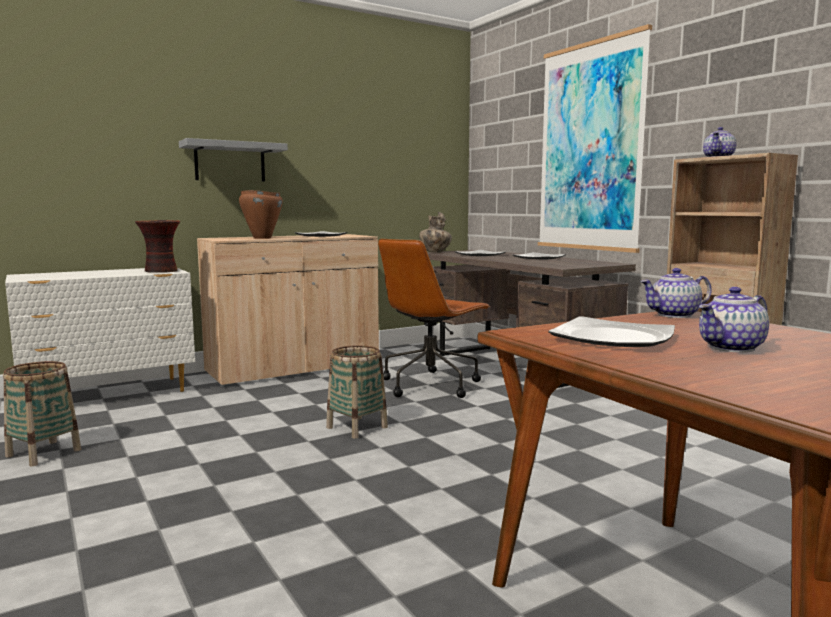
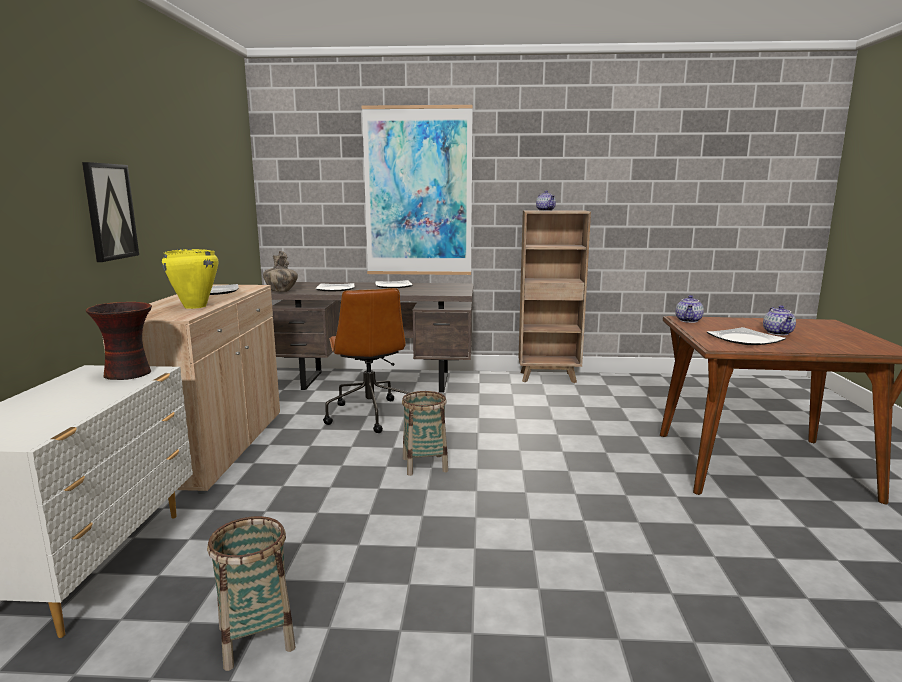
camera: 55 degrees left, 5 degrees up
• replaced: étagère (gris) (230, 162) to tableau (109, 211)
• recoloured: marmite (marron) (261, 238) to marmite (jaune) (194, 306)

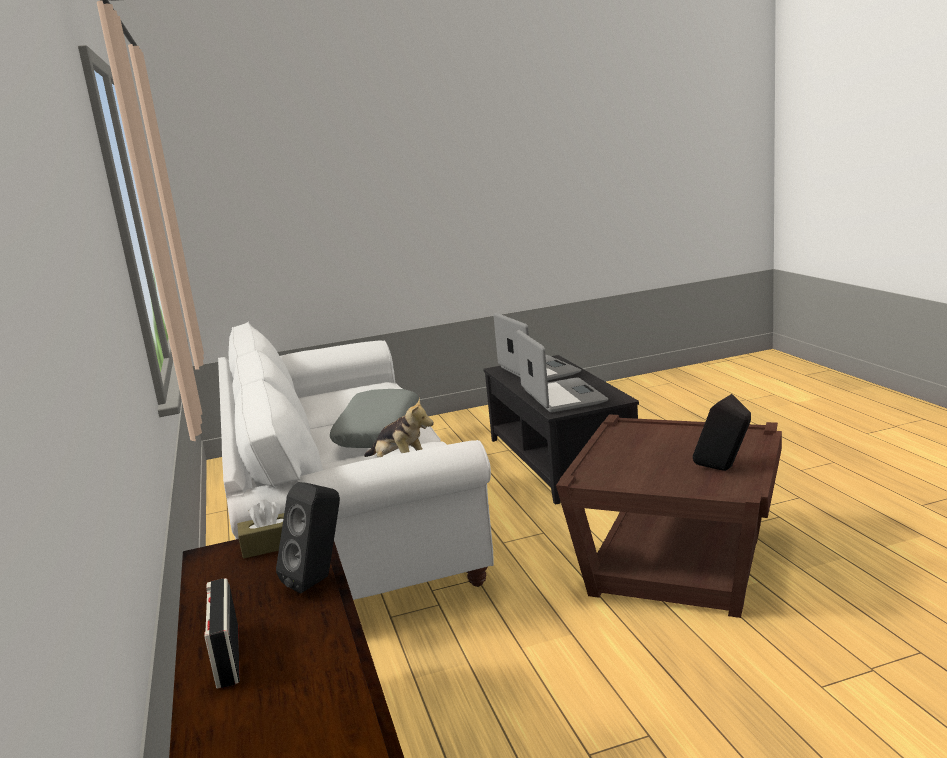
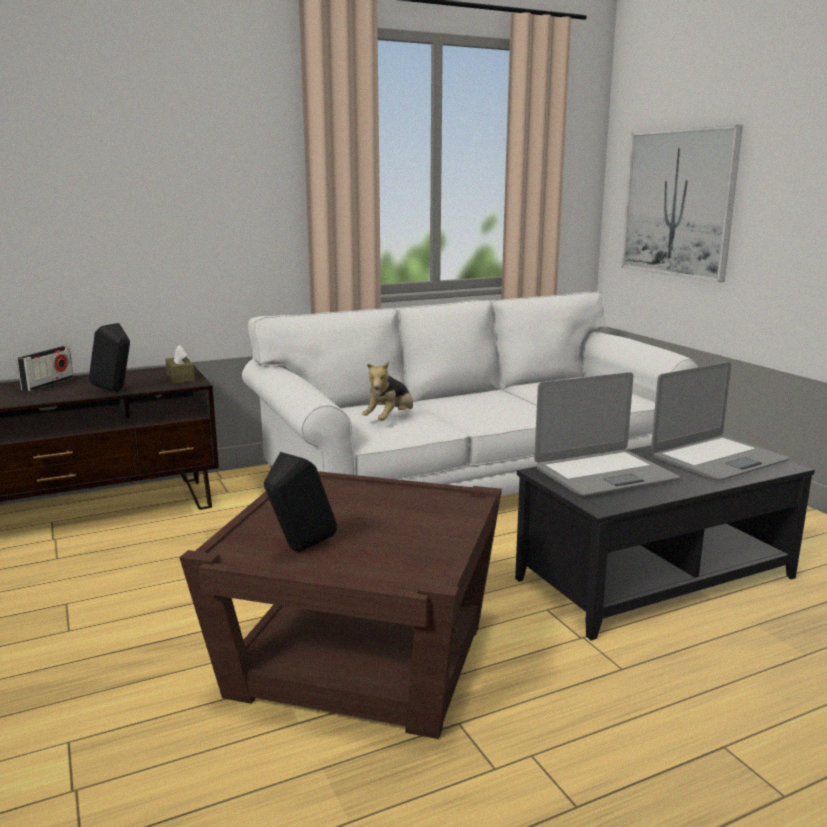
camera: 80 degrees right, 0 degrees up
• removed: coussin (gris) (378, 431)
• added: tableau (678, 203)
• turned: radio (227, 656) = (48, 384) 135 degrees clockwise

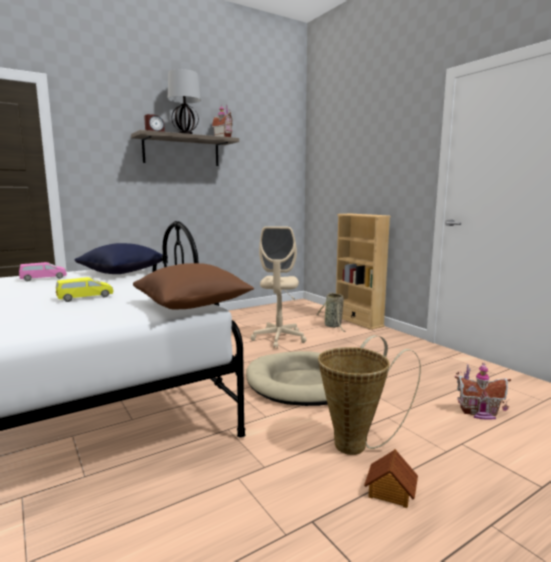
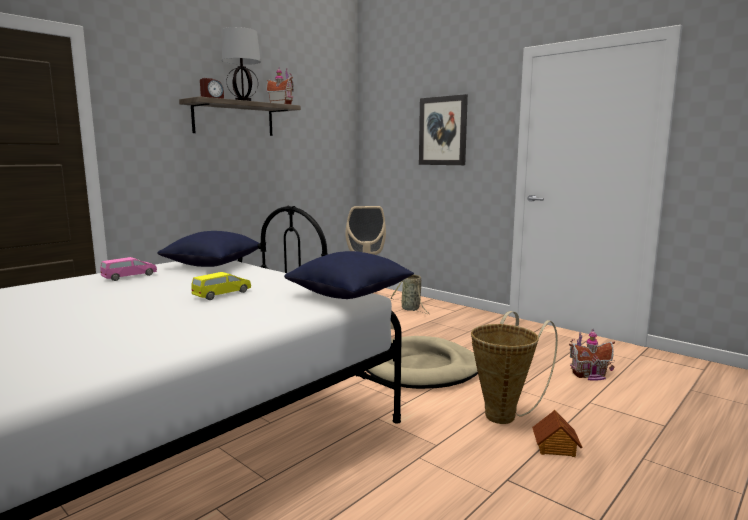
camera: 15 degrees left, 0 degrees up
• removed: bibliothèque (beige) (358, 321)
• added: tableau (443, 131)
• recoloured: coussin (marron) (192, 305) to coussin (bleu) (350, 294)

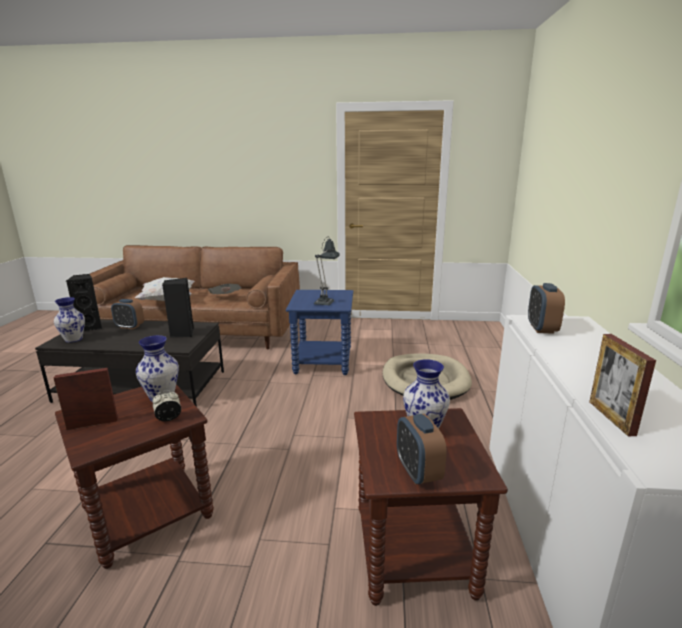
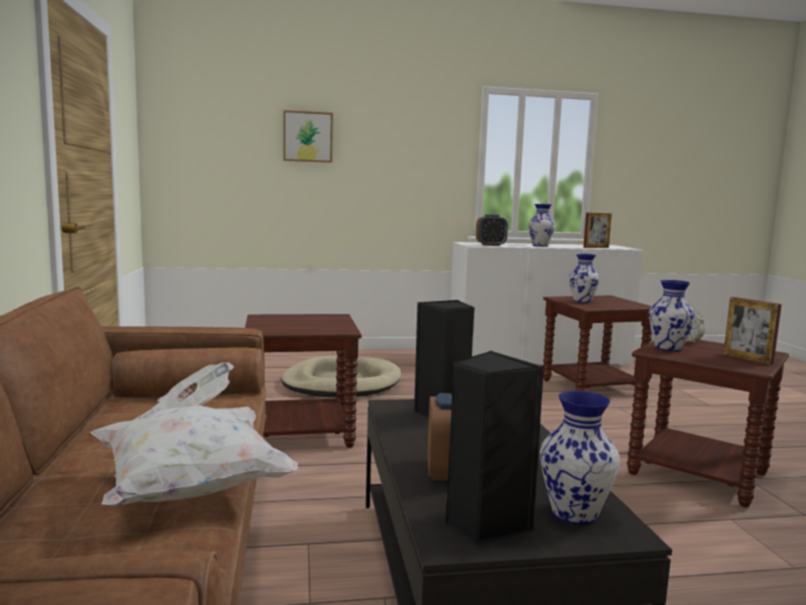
camera: 105 degrees left, 10 degrees down
• removed: lampe de table (325, 301)
• removed: réveil (418, 472)
• added: tableau (308, 137)
• added: vase (540, 246)
• recoloured: table d'appoint (bleu) (323, 362) to table d'appoint (marron) (301, 433)

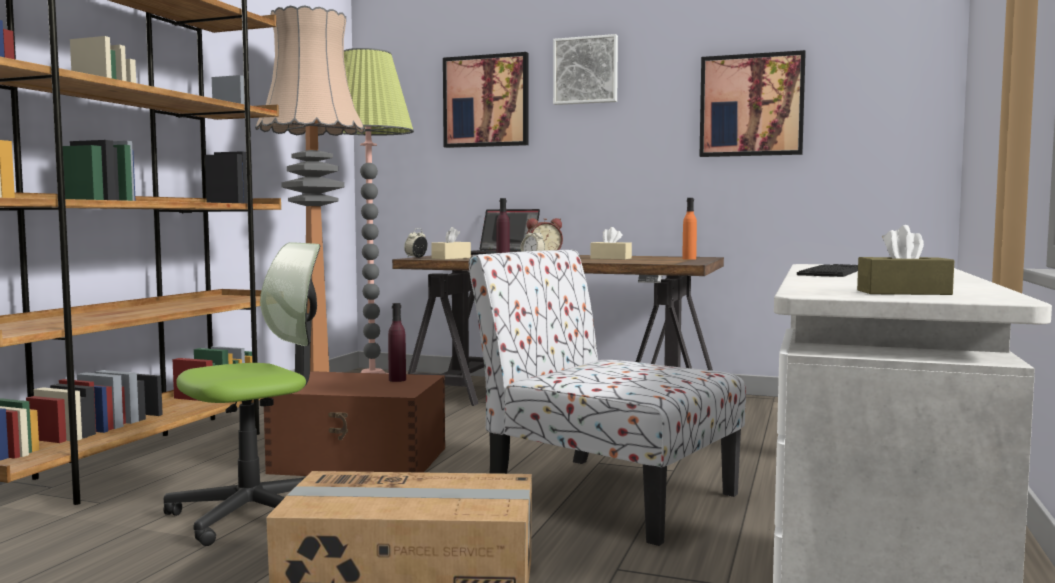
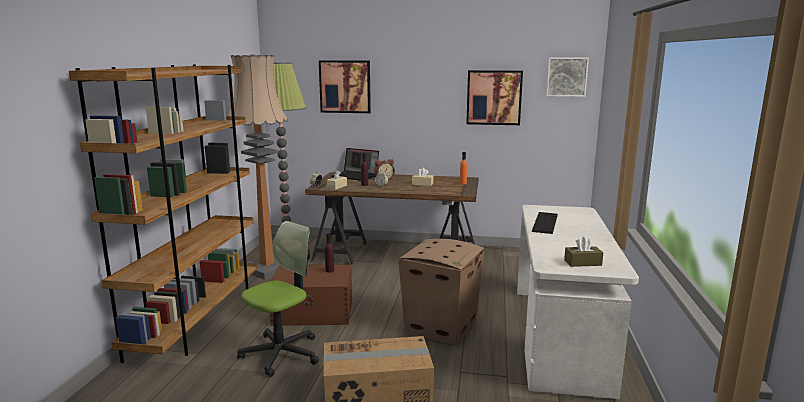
camera: 10 degrees left, 10 degrees up
• moved: tableau (586, 70) to (566, 77)
• replaced: chaise (606, 495) to carton (441, 327)

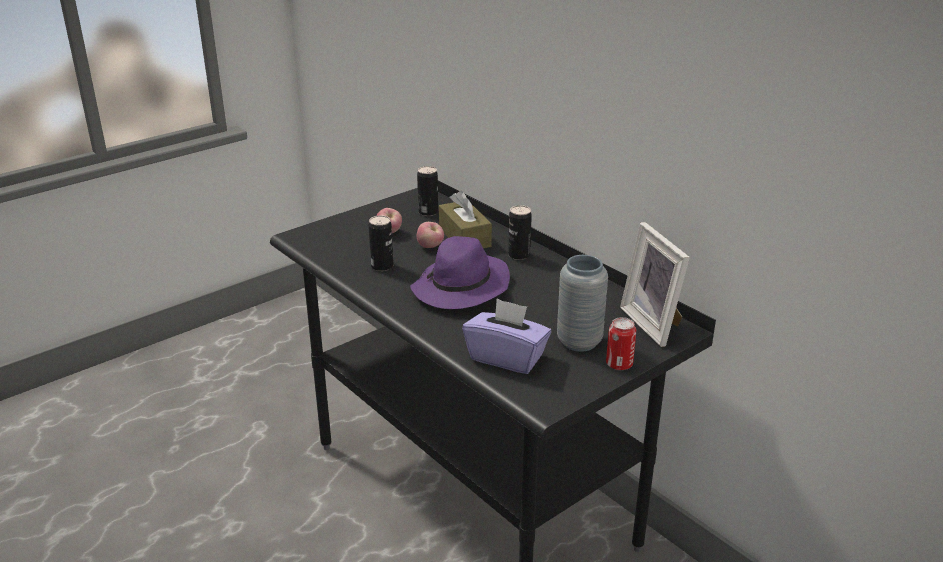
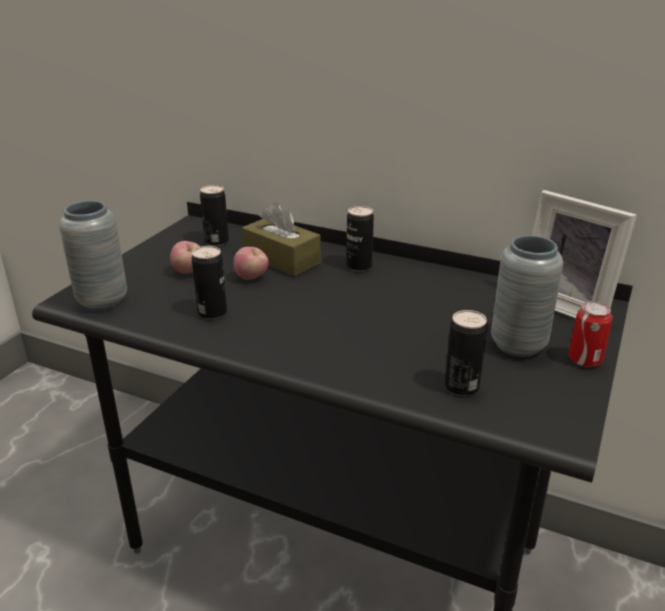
camera: 25 degrees left, 0 degrees up
• removed: chapeau (violet) (461, 289)
• added: vase (gris) (102, 301)
• replaced: boîte à mouchoirs (violet) (507, 357) to boîte métallique (461, 386)

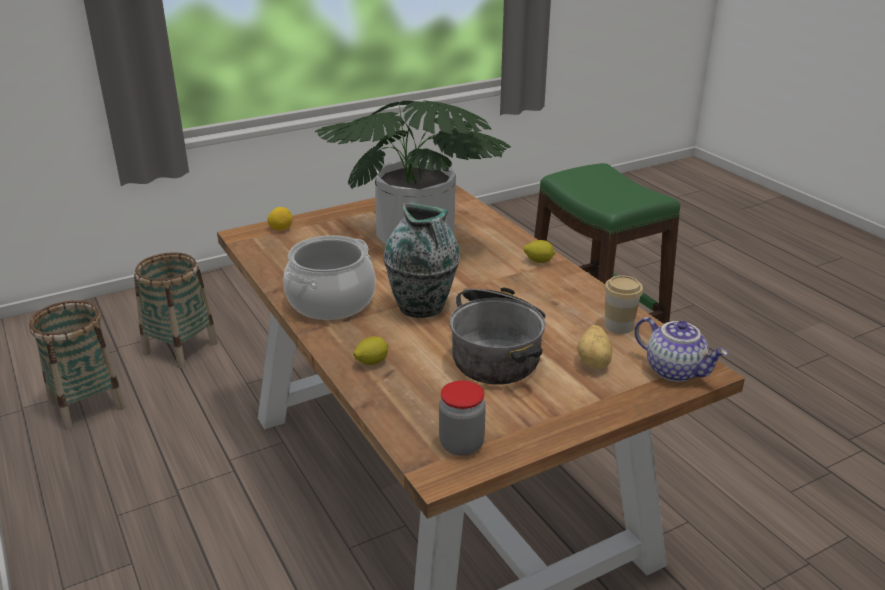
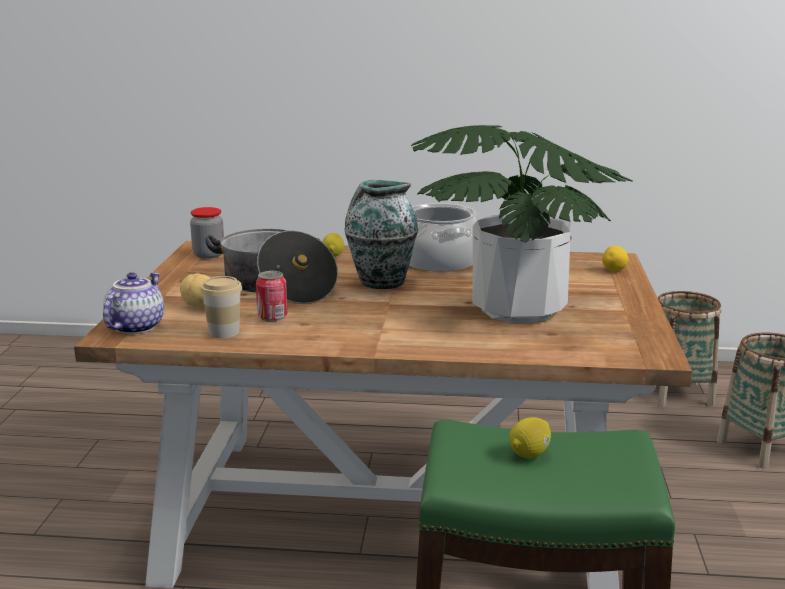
camera: 125 degrees right, 10 degrees down
• added: boîte métallique (272, 317)
• moved: citron (539, 261) to (530, 454)
• turned: théière (675, 370) = (135, 327) 120 degrees clockwise

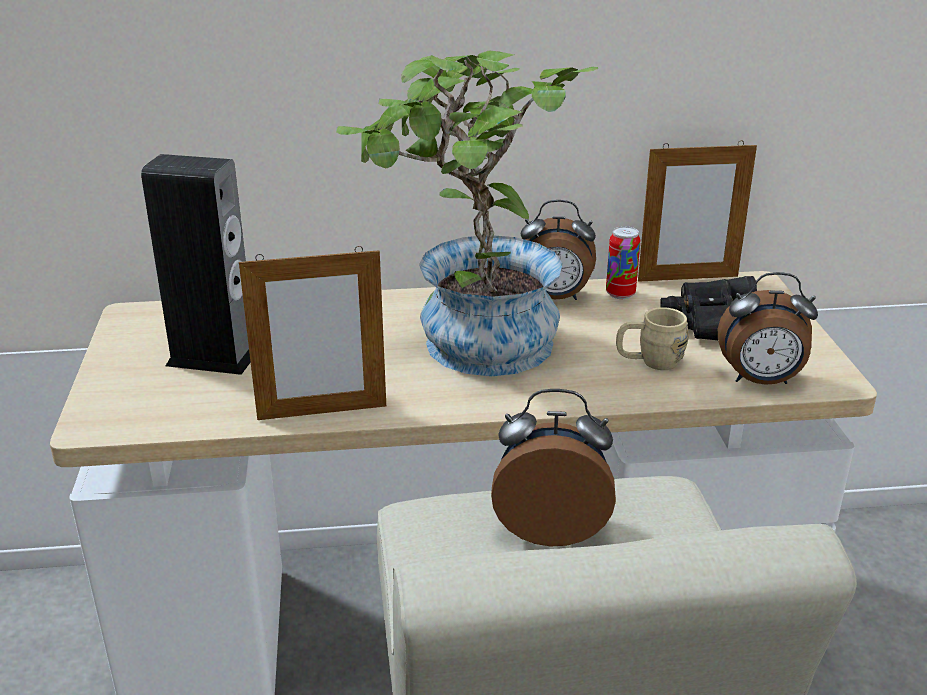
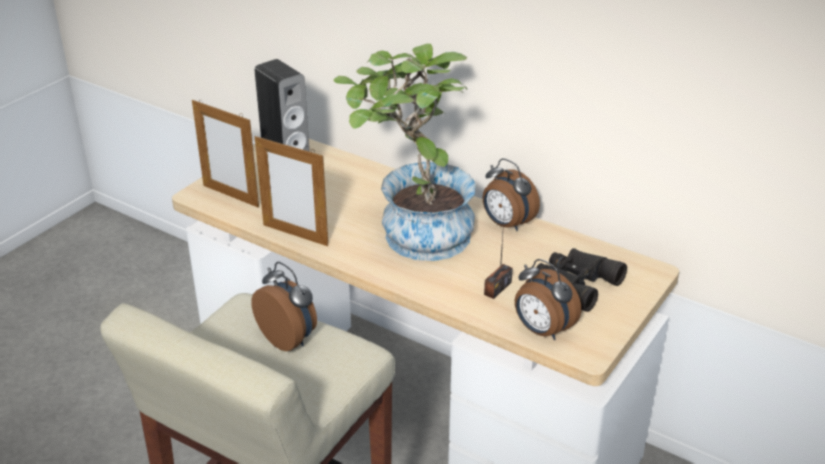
camera: 40 degrees right, 5 degrees up
• removed: boîte métallique (620, 294)
• moved: cadre photo (688, 278) to (230, 196)
• replaced: mug (beige) (649, 361) to radio (497, 288)

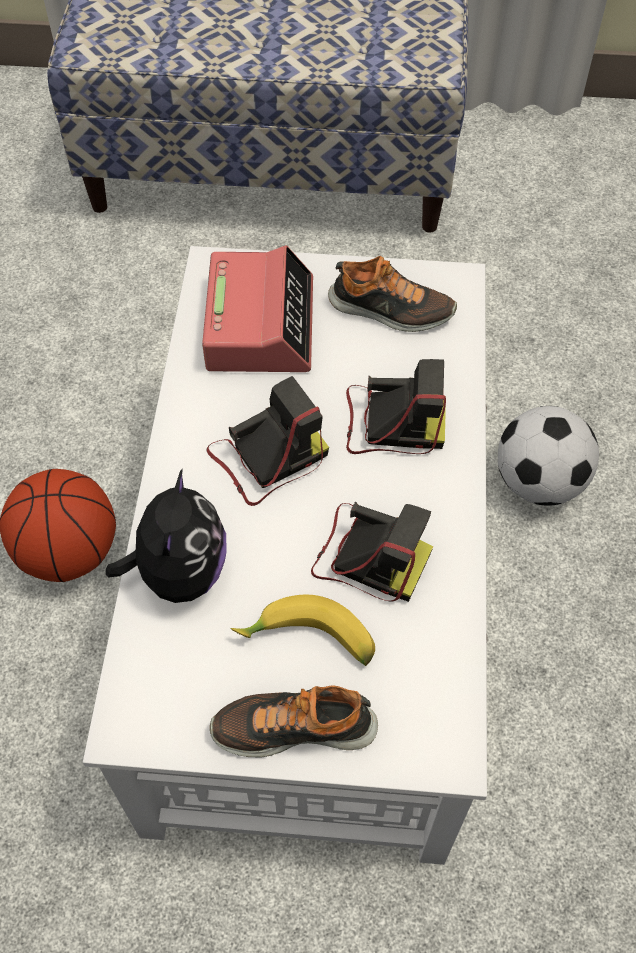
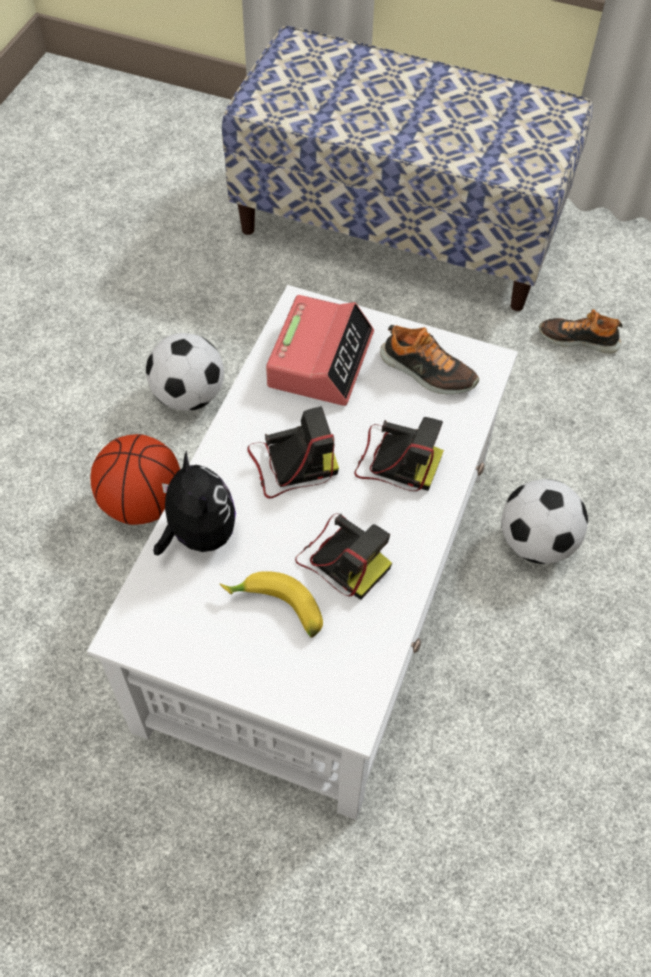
camera: 15 degrees right, 0 degrees up
• added: ballon de foot (188, 395)
• moved: chaussure (294, 727) to (578, 339)
• turned: peluche (180, 572) = (198, 533) 45 degrees counterclockwise

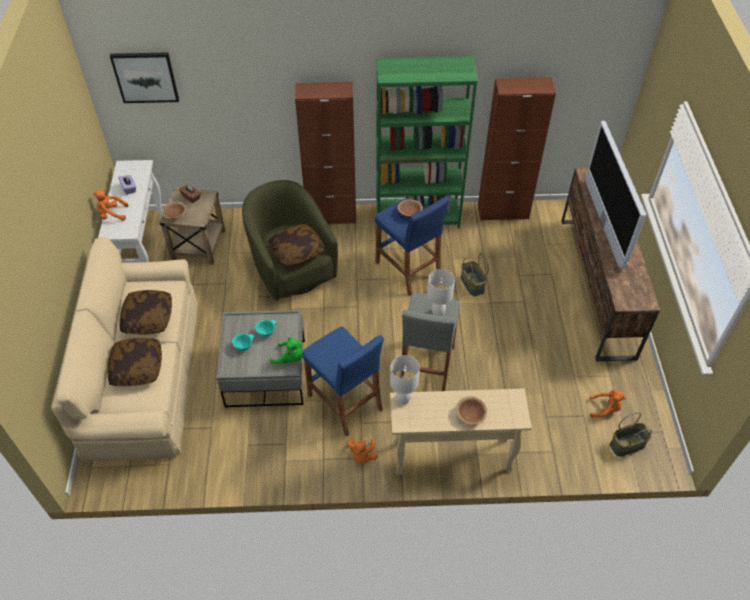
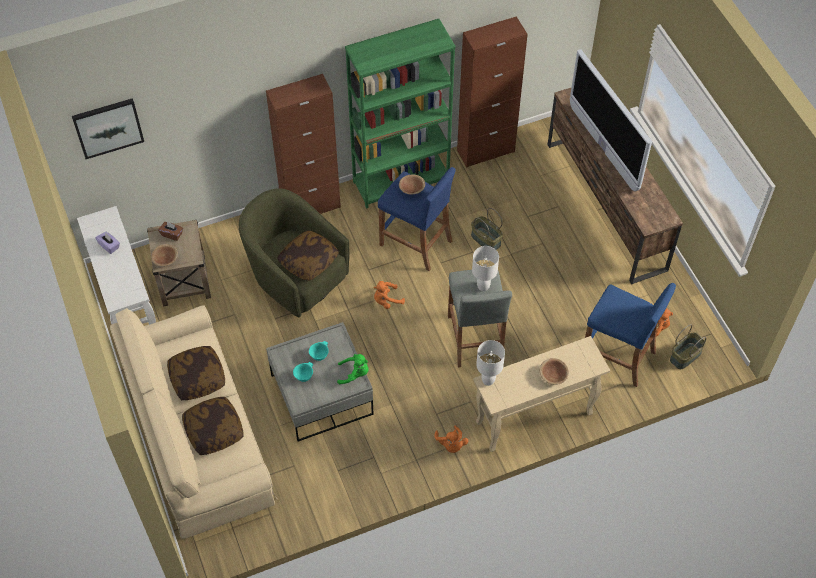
camera: 20 degrees left, 5 degrees up
• moved: peluche (orange) (112, 214) to (386, 300)
• moved: tabouret (bleu) (345, 403) to (618, 356)

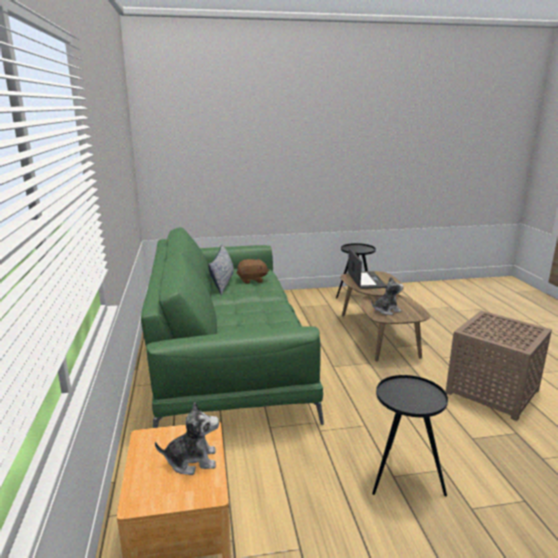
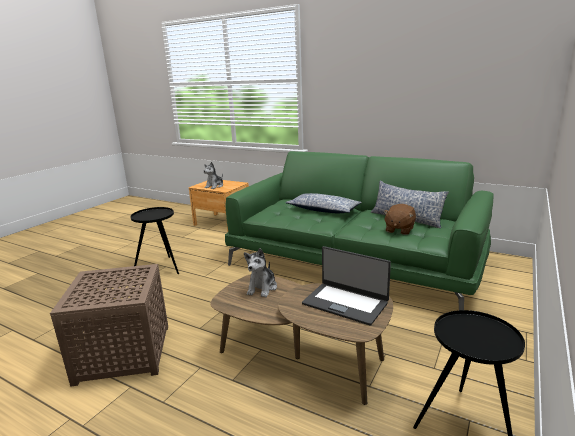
camera: 130 degrees right, 0 degrees up
• added: coussin (323, 210)

